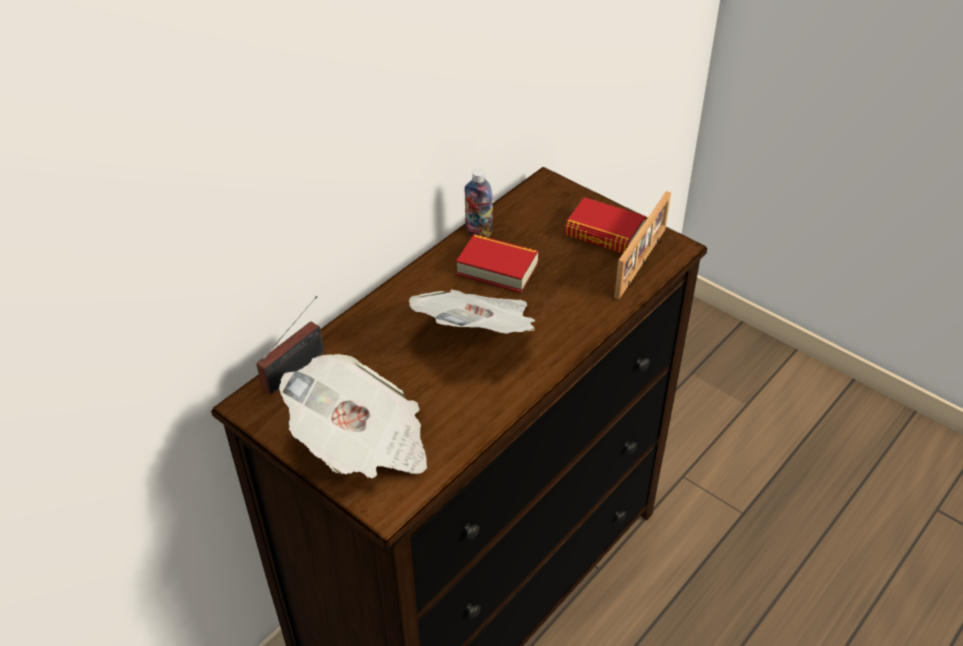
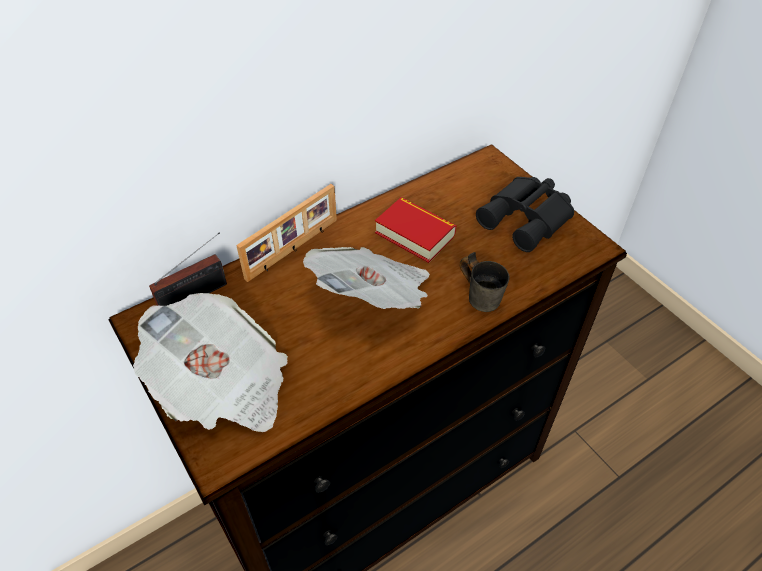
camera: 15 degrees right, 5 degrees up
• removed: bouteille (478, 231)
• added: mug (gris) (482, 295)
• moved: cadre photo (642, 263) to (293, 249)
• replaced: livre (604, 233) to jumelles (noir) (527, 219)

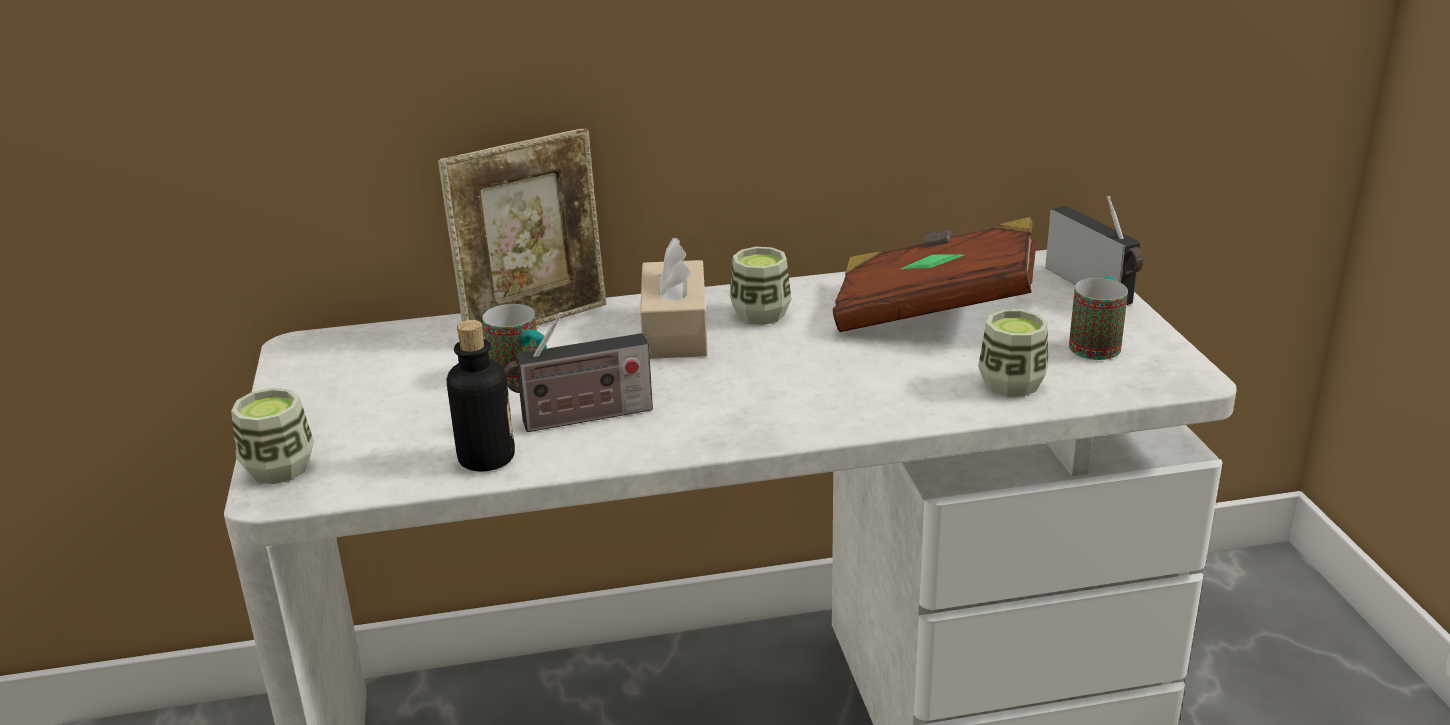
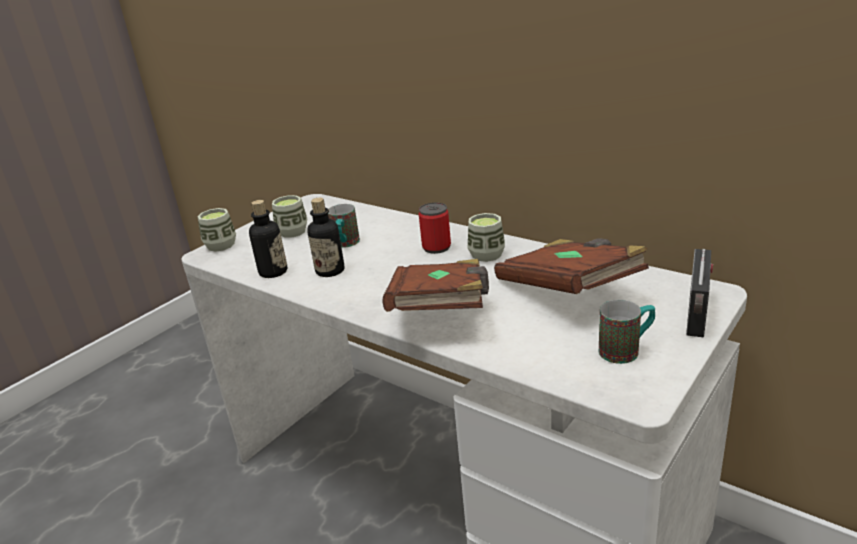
camera: 50 degrees right, 0 degrees up
• removed: cadre photo (536, 322)
• added: livre (marron) (441, 310)
• moved: tasse (1011, 384) to (292, 232)
• replaced: radio (581, 418) to bouteille (330, 271)
• replaced: boîte à mouchoirs (beige) (675, 331) to boîte métallique (436, 247)

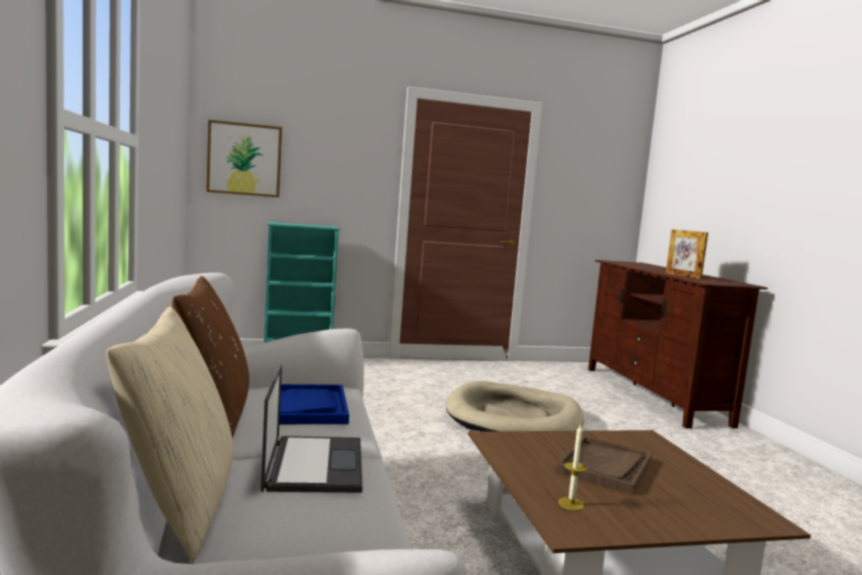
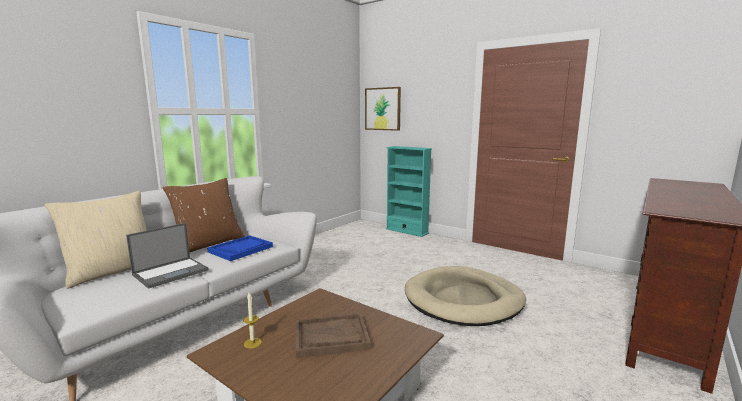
camera: 50 degrees right, 5 degrees up
• removed: cadre photo (683, 276)

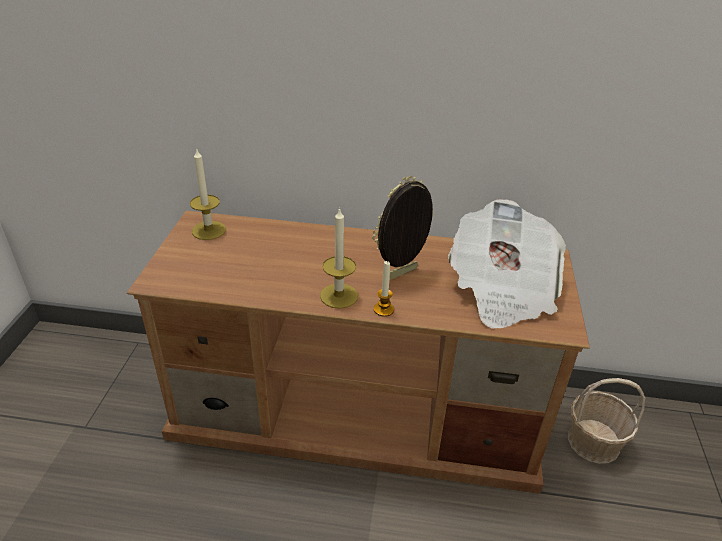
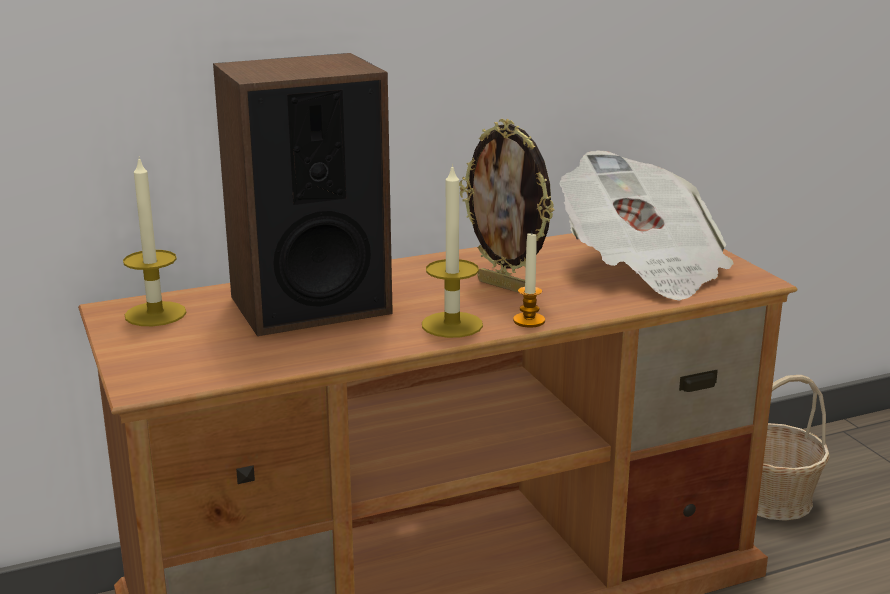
camera: 30 degrees left, 15 degrees down
• added: enceinte (309, 305)
• turned: cadre photo (401, 275) = (506, 286) 75 degrees counterclockwise

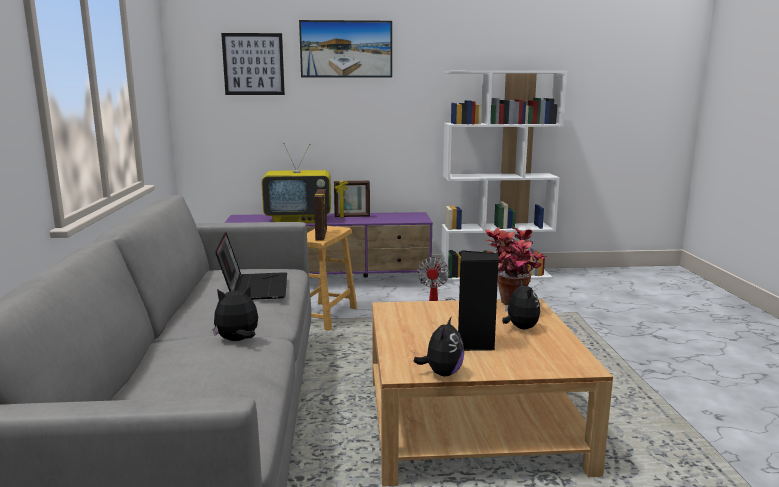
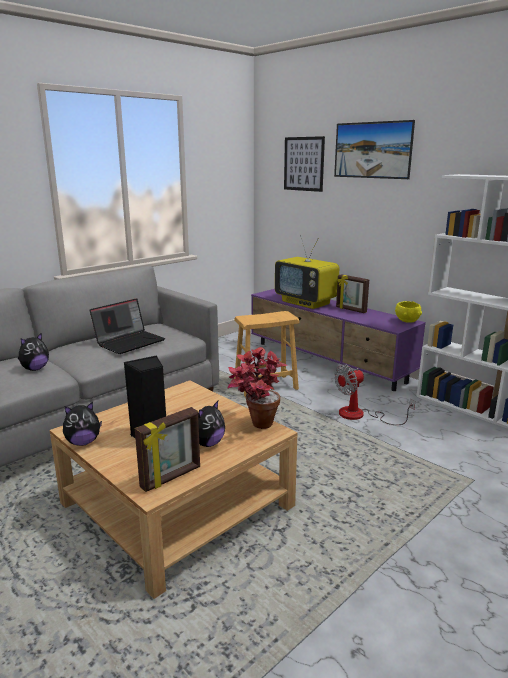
camera: 50 degrees right, 5 degrees up
• added: bol (jaune) (407, 321)
• moved: cadre photo (322, 235) to (171, 478)
• turned: peluche (238, 340) = (35, 369) 105 degrees clockwise

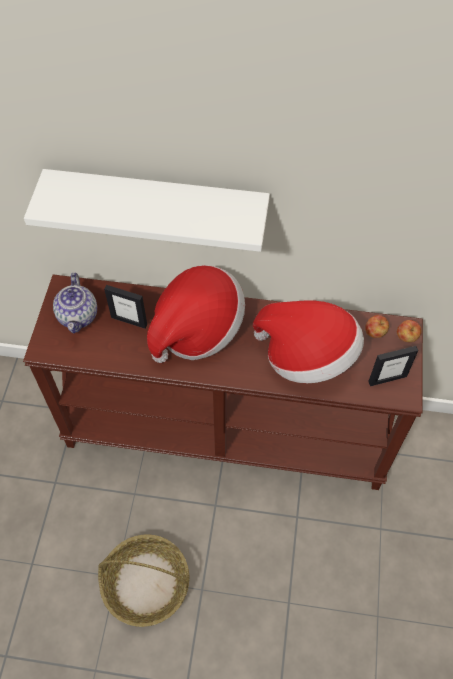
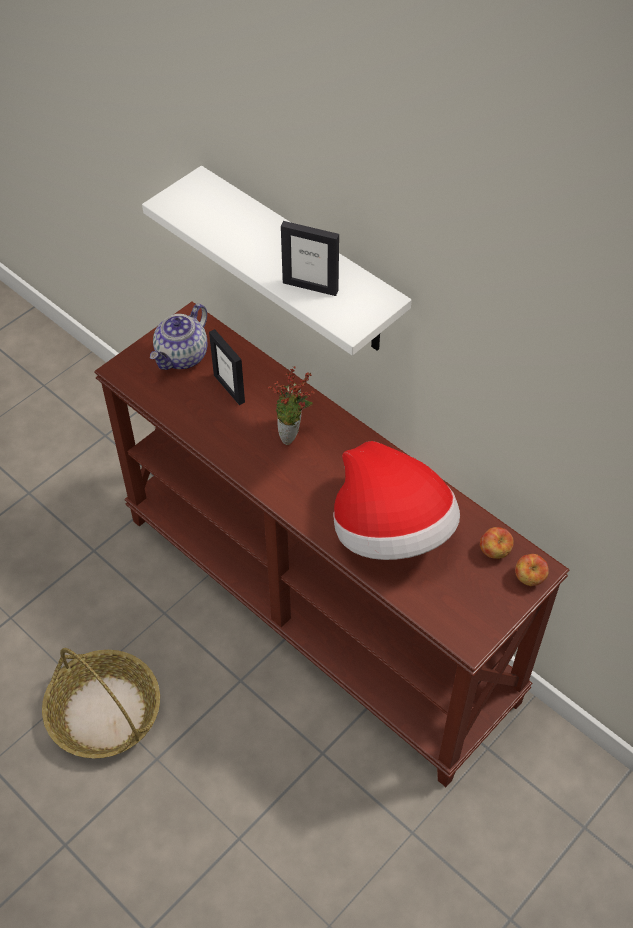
camera: 35 degrees right, 5 degrees down
• moved: cadre photo (387, 379) to (310, 286)
• replaced: chapeau (196, 329) to plante en pot (292, 435)

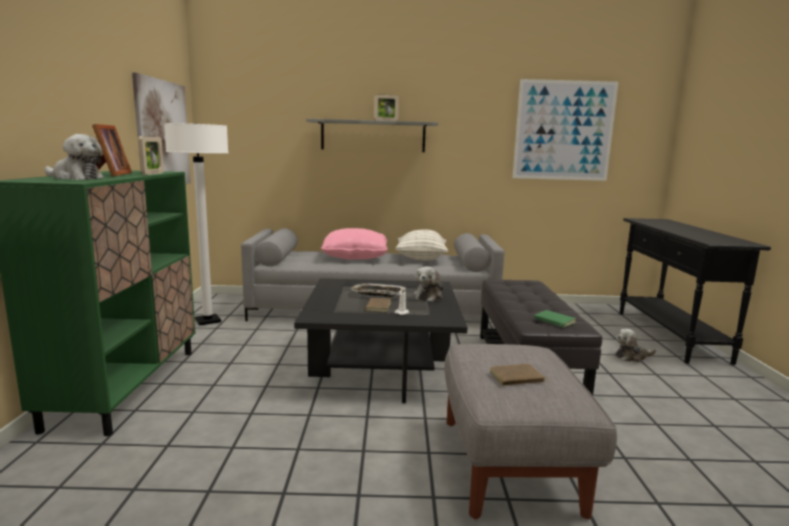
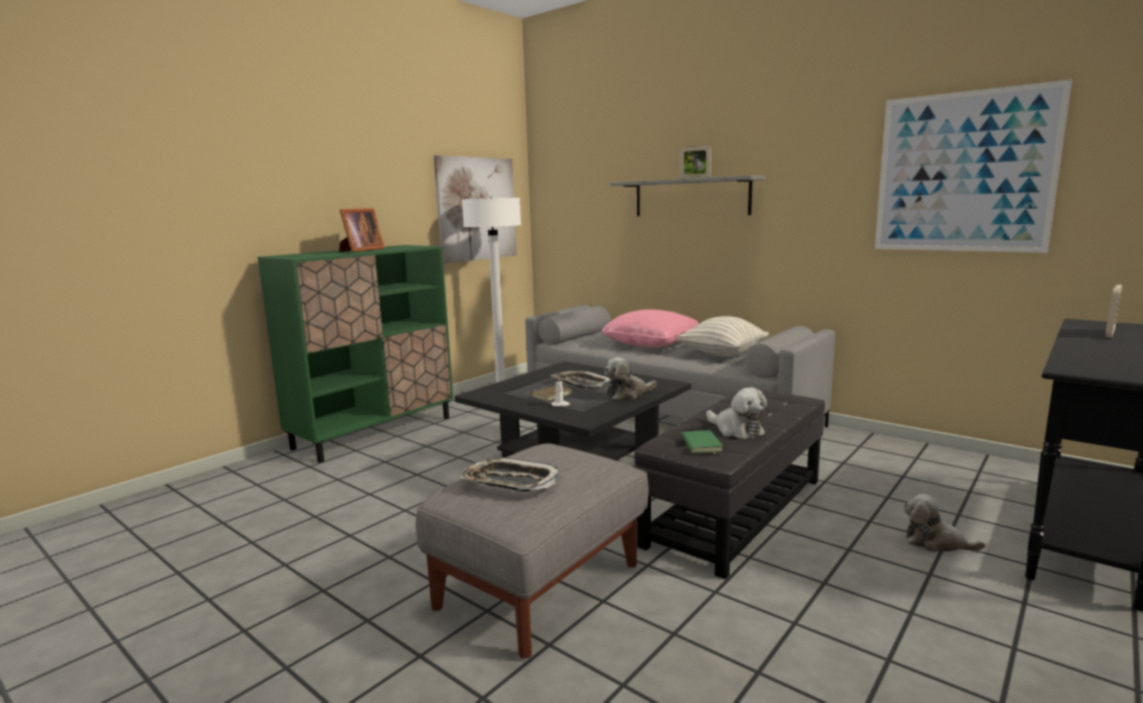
camera: 40 degrees right, 0 degrees up
• moved: peluche (75, 178) to (736, 430)
• moved: cadre photo (153, 174) to (1109, 334)
• replaced: livre (marron) (517, 378) to plateau (510, 482)

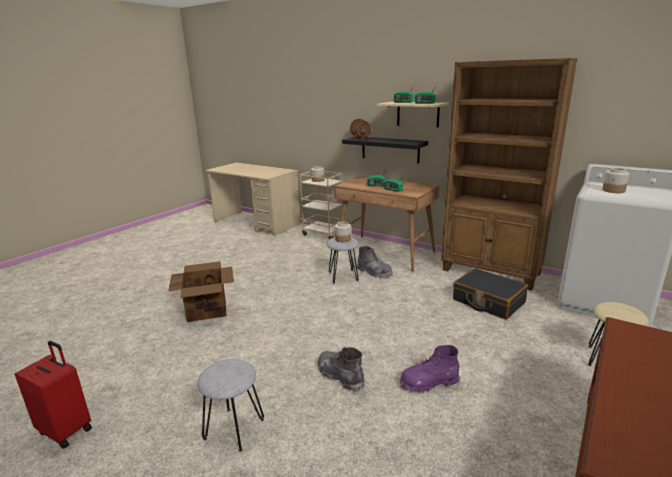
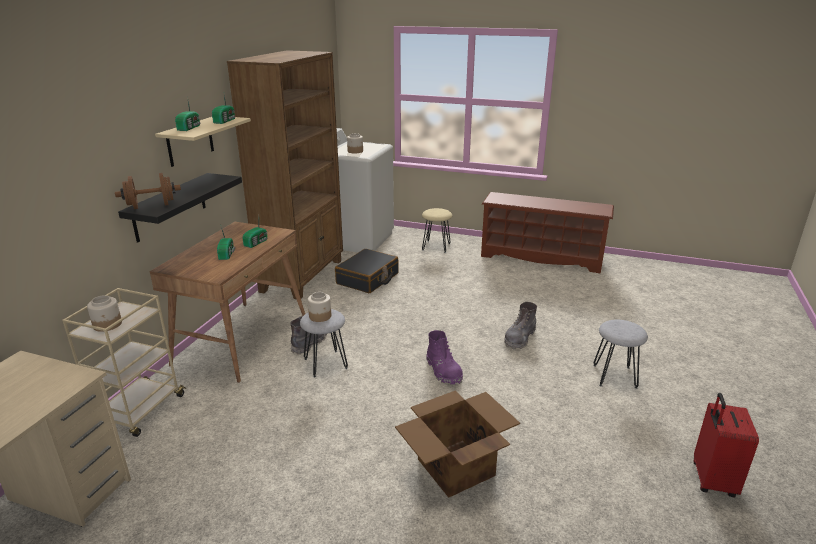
camera: 105 degrees left, 5 degrees up
• moved: botte (violet) (428, 383) to (443, 371)

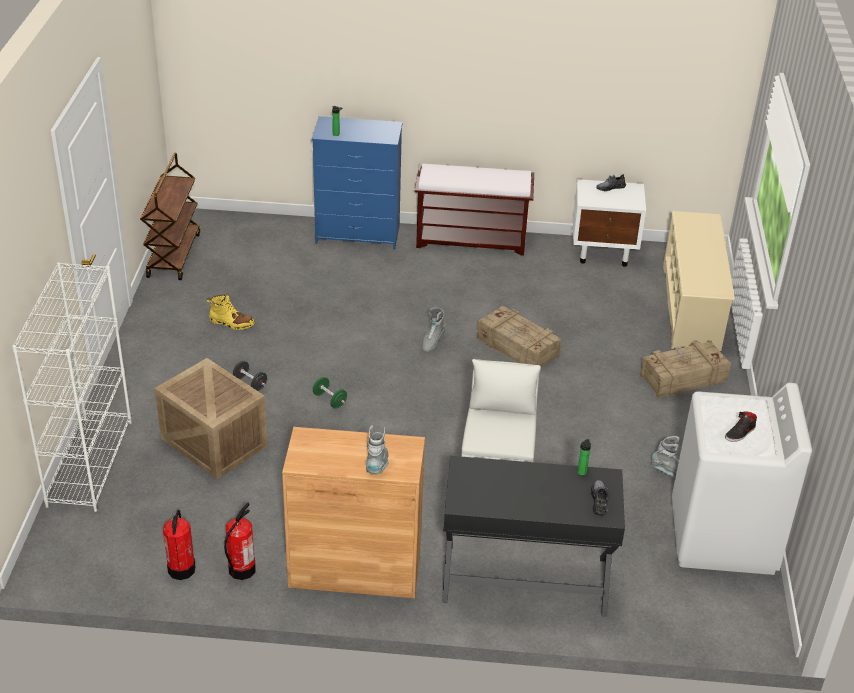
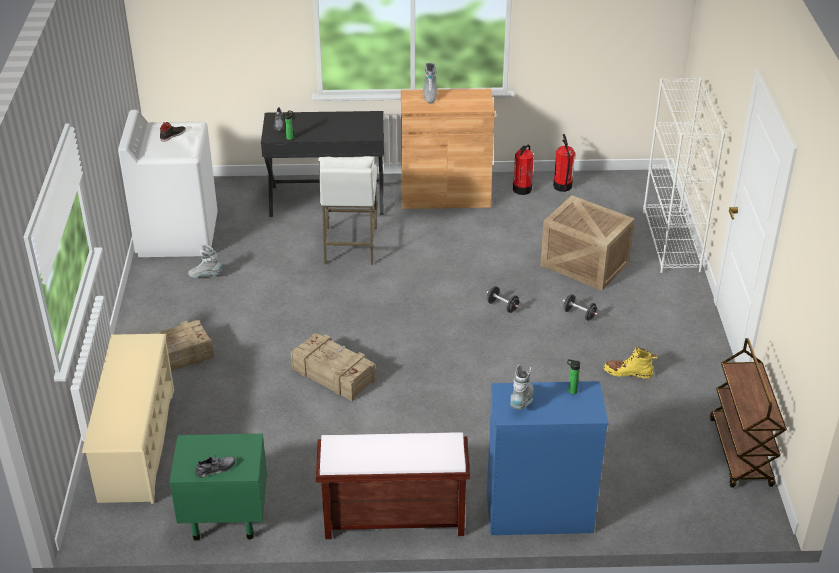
camera: 175 degrees right, 0 degrees up
• moved: botte (gris) (432, 342) to (522, 401)
• recoloured: haltère (vert) (330, 400) to haltère (noir) (502, 306)
• recoloured: table de chevet (blanc) (604, 252) to table de chevet (vert) (224, 518)

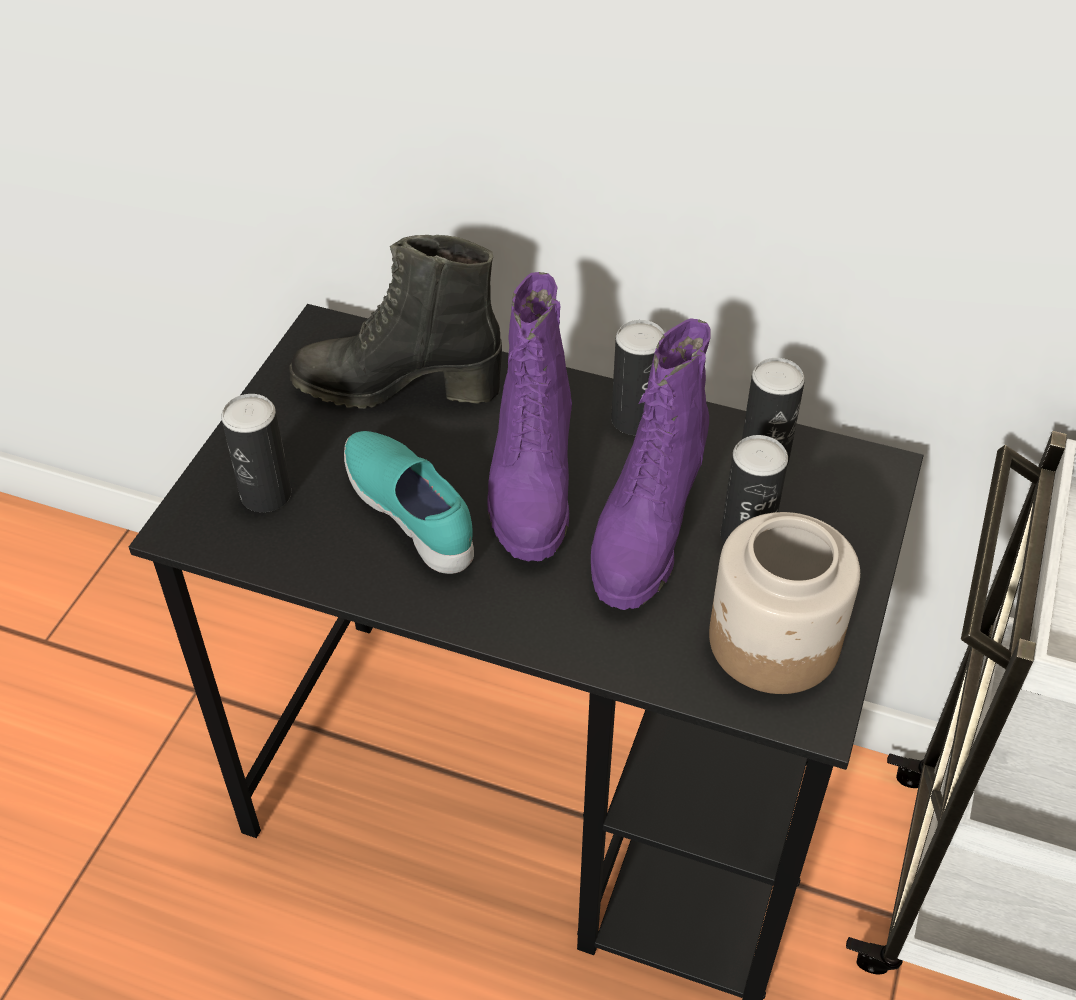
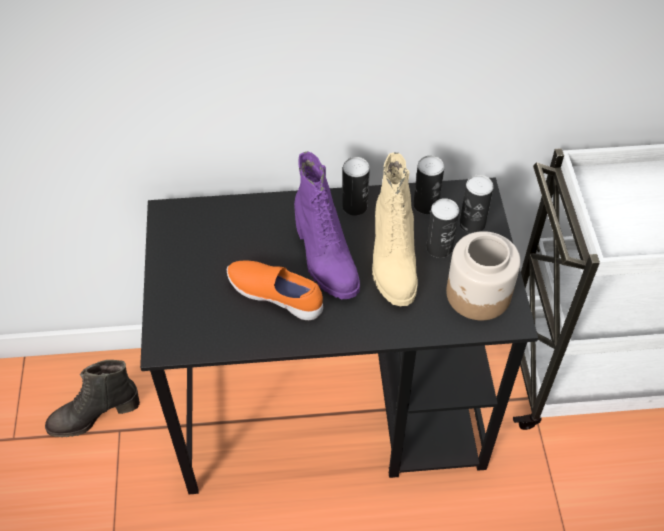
camera: 25 degrees left, 5 degrees up
• moved: boîte métallique (266, 494) to (472, 224)
• moved: botte (noir) (398, 387) to (94, 415)
• recoloured: chaussure (turquoise) (413, 514) to chaussure (orange) (276, 295)
• recoloured: botte (violet) (645, 531) to botte (beige) (392, 262)

